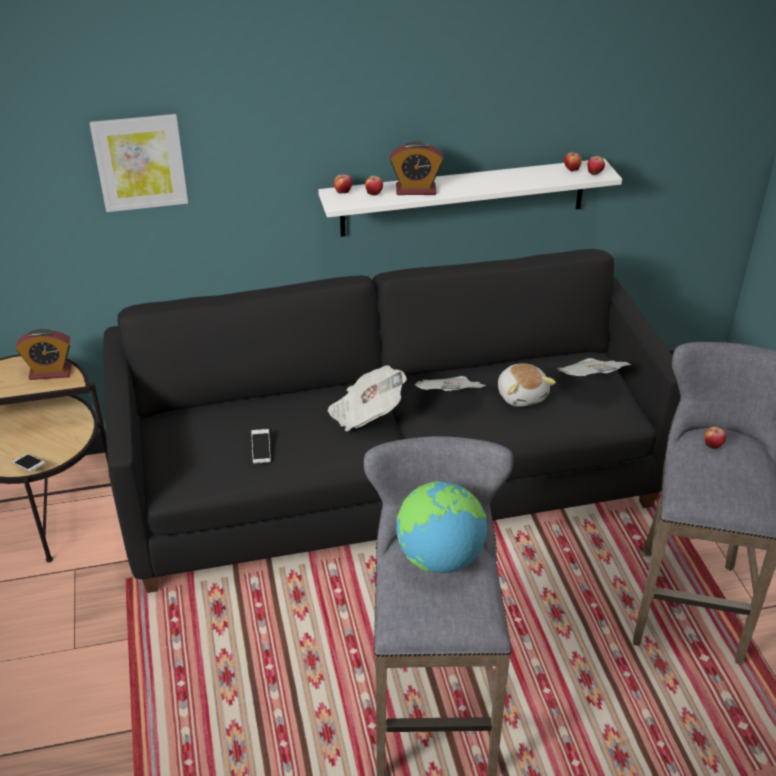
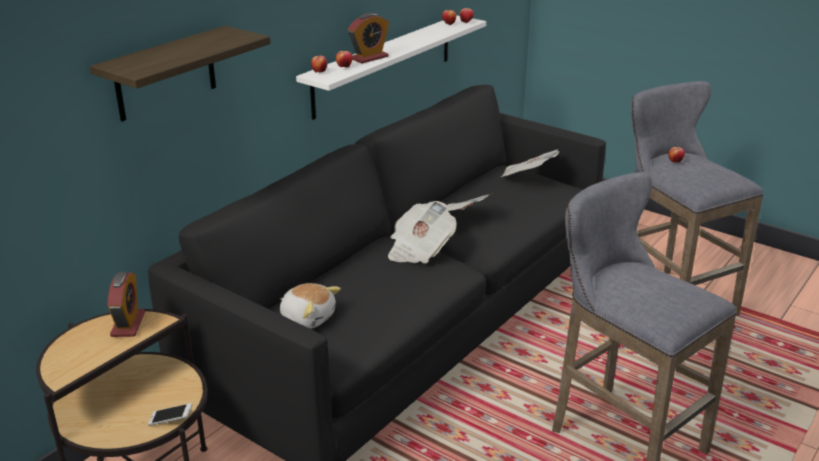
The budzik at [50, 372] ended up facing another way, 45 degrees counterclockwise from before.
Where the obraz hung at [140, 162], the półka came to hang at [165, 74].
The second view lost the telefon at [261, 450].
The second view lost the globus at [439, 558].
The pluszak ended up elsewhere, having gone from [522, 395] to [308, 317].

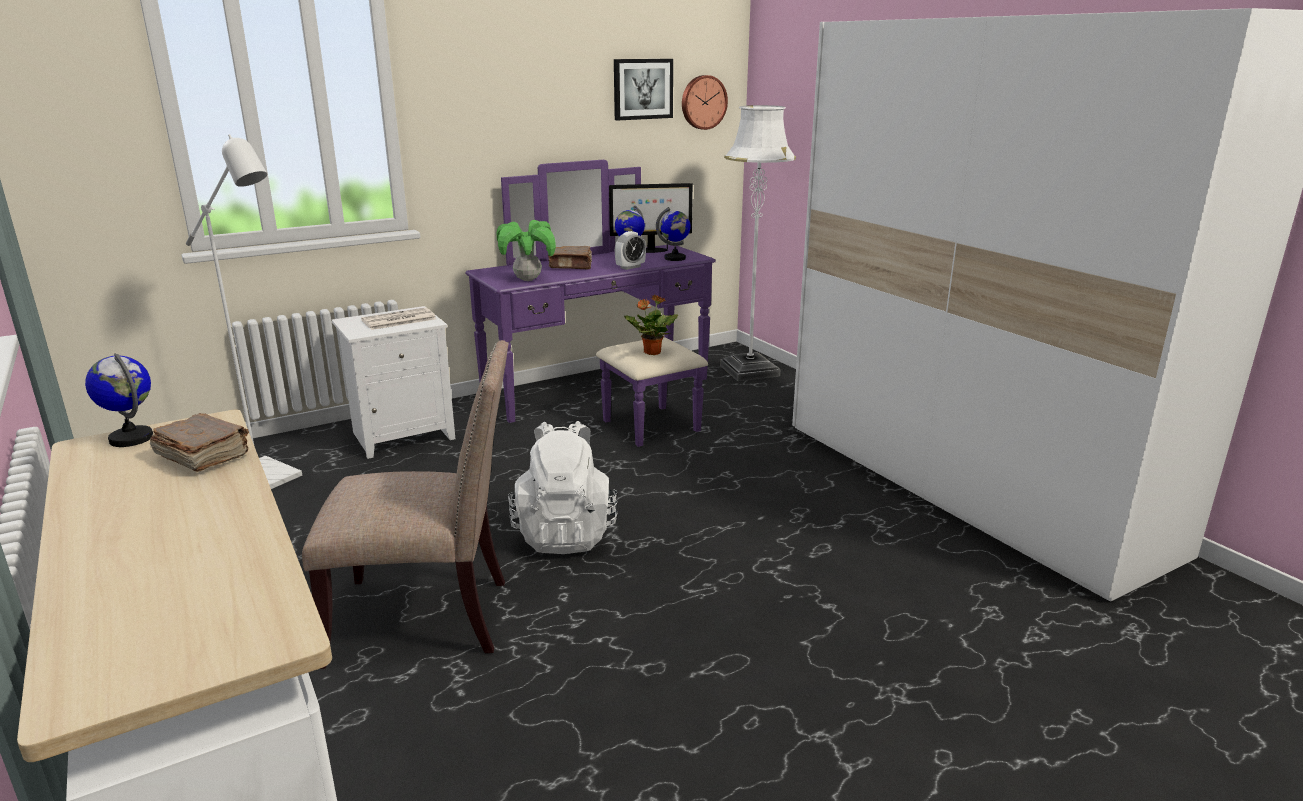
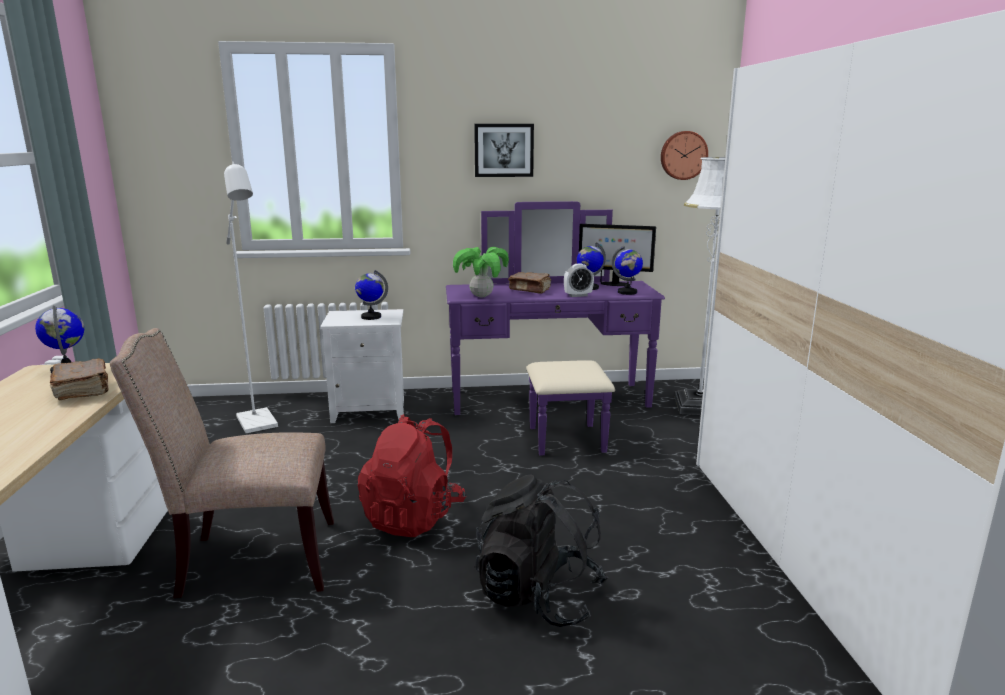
The krzesło [beżowy] at [429, 618] ended up facing another way, 150 degrees clockwise from before.
Where the gazeta stood at [398, 320], the globus came to stand at [371, 317].
What was the plecak [biały] at [565, 533] turned into the plecak [czerwony] at [413, 517].
The obraz ended up elsewhere, having gone from [642, 89] to [503, 150].
The second view lost the roślina doniczkowa at [651, 352].
The second view gained the plecak [czarny] at [538, 596].

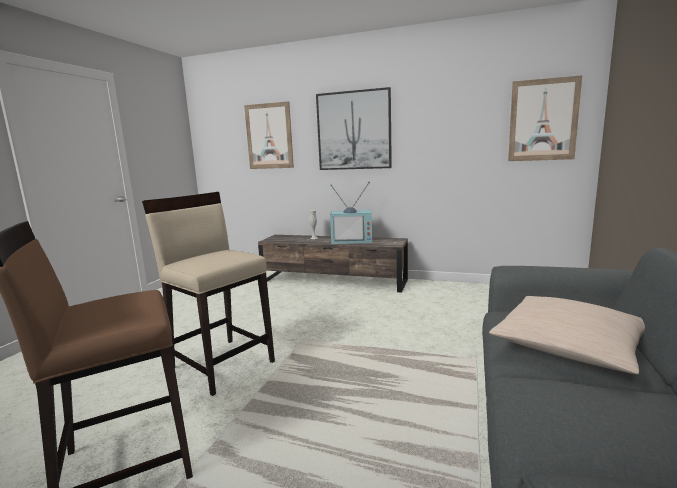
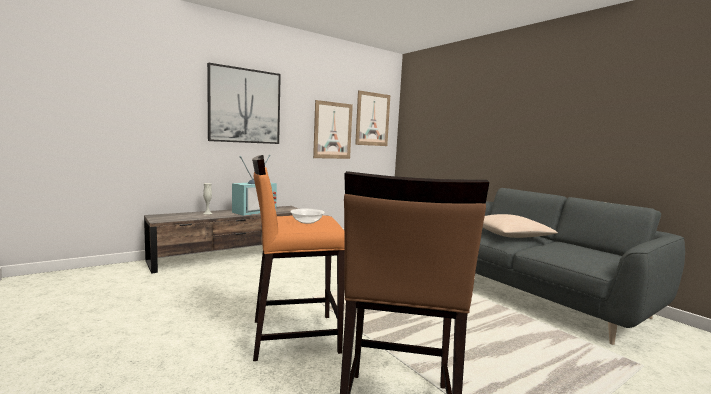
What was the stołek [beżowy] at [222, 364] turned into the stołek [pomarańczowy] at [294, 335].
The obraz ended up elsewhere, having gone from [269, 136] to [333, 130].
The second view gained the miska at [307, 222].

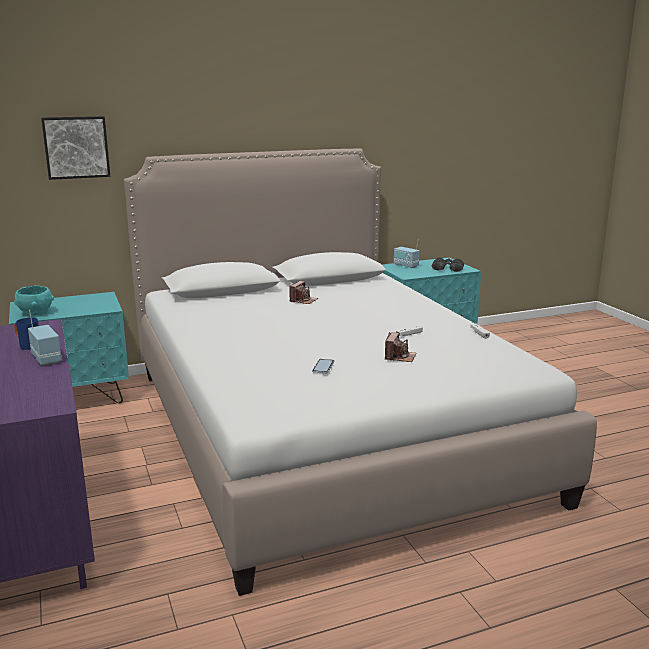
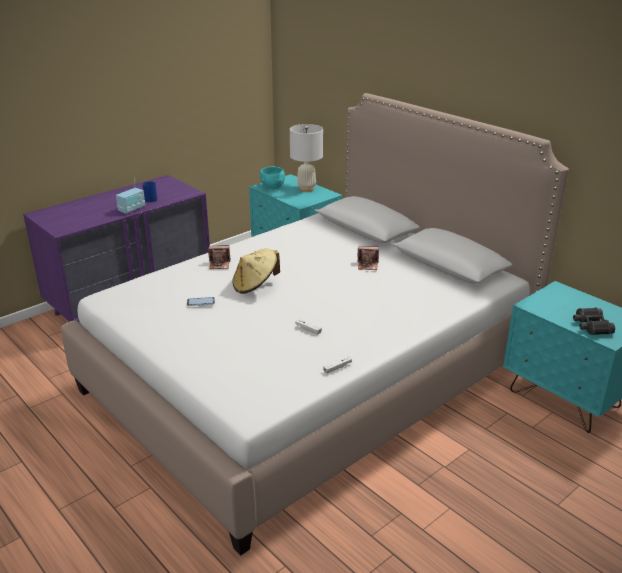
The second view lost the obraz at [76, 147].
The aparat fotograficzny ended up elsewhere, having gone from [399, 357] to [219, 264].
The second view lost the radio at [405, 265].
The second view gained the kapelusz [beżowy] at [255, 285].
The second view gained the lampa stołowa [biały] at [306, 189].

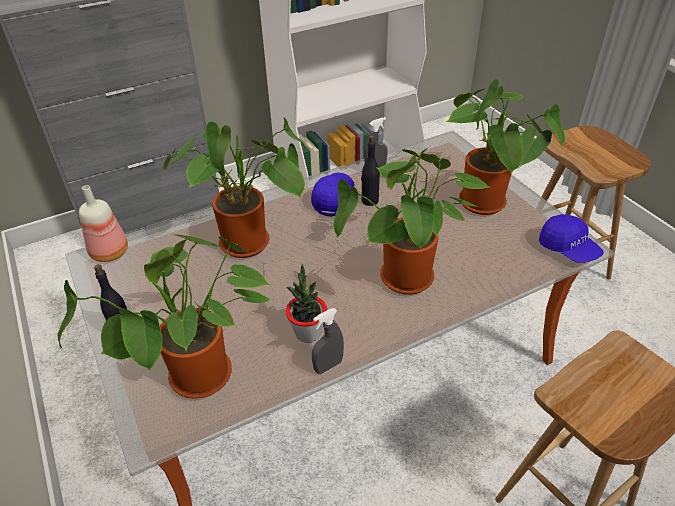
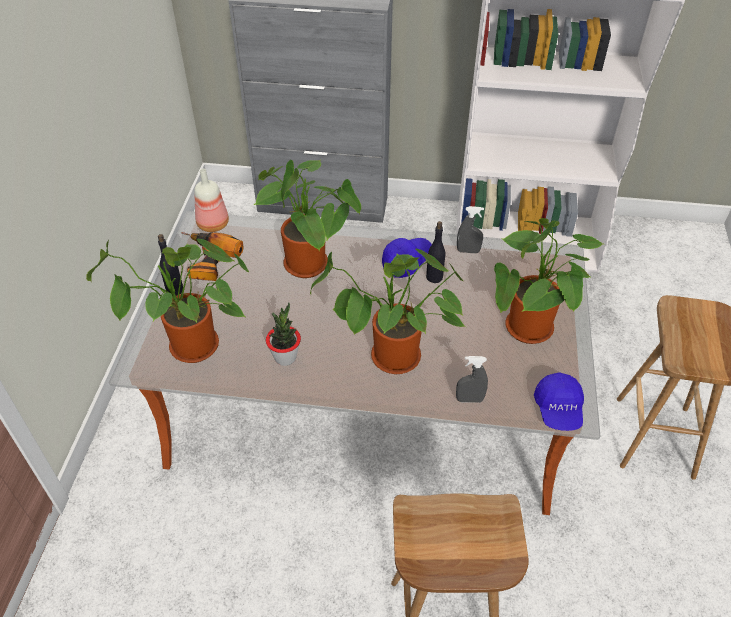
The spryskiwacz [szary] ended up elsewhere, having gone from [328, 366] to [469, 399].
The second view gained the wiertarka at [207, 261].

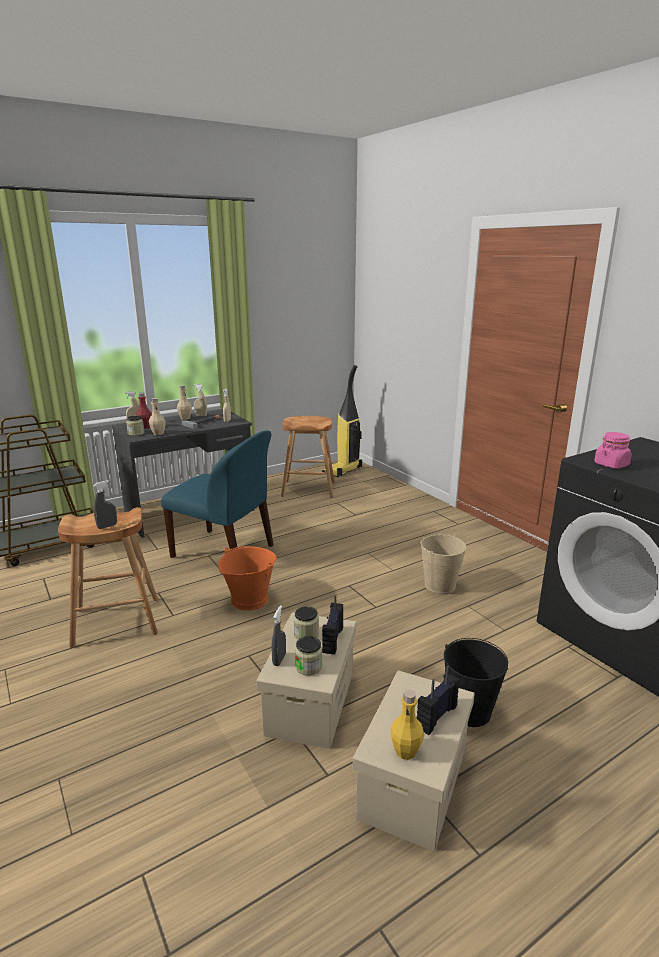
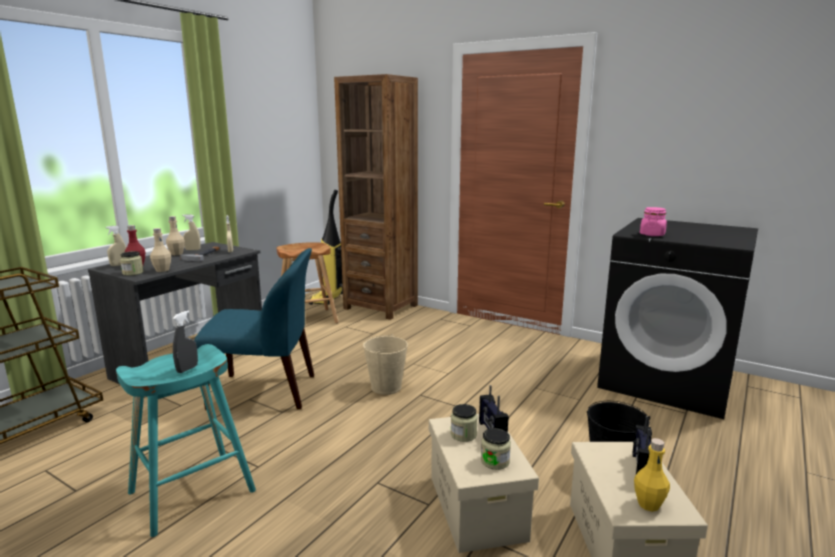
What was the stołek [brązowy] at [117, 622] turned into the stołek [turkusowy] at [192, 492].
The second view lost the wiadro [pomarańczowy] at [249, 599].
The second view lost the spryskiwacz [szary] at [279, 659].
The wiadro [beżowy] ended up elsewhere, having gone from [440, 586] to [386, 387].
The second view gained the regał [brązowy] at [381, 307].

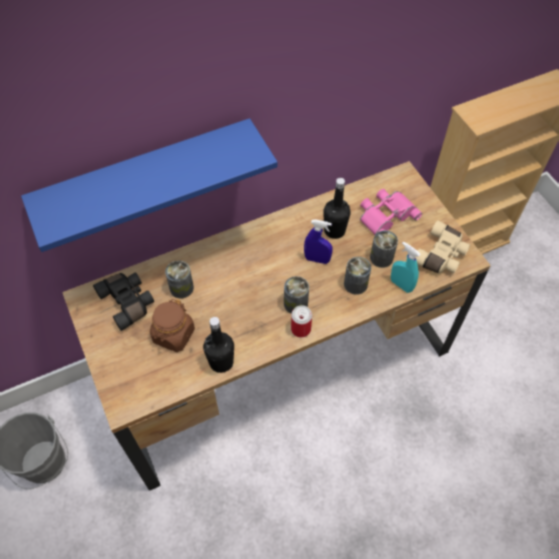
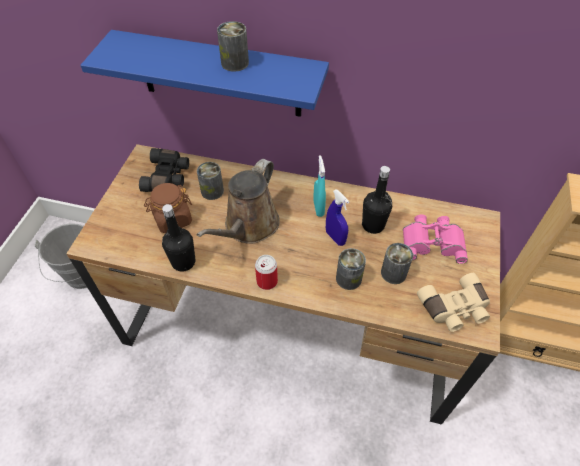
The puszka ended up elsewhere, having gone from [295, 303] to [235, 63].
The spryskiwacz [turkusowy] ended up elsewhere, having gone from [401, 285] to [318, 208].
The second view gained the konewka [brązowy] at [248, 226].

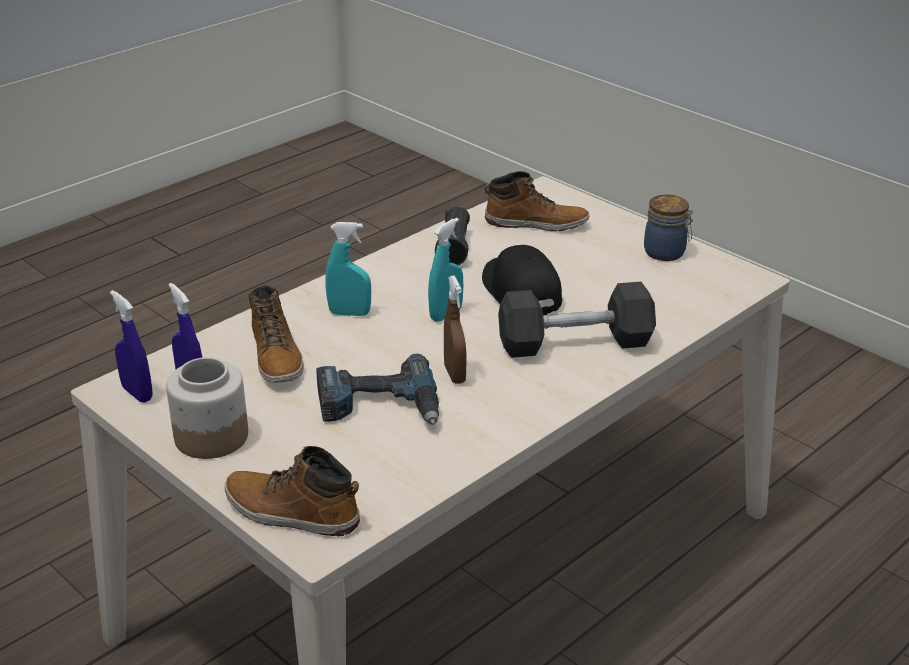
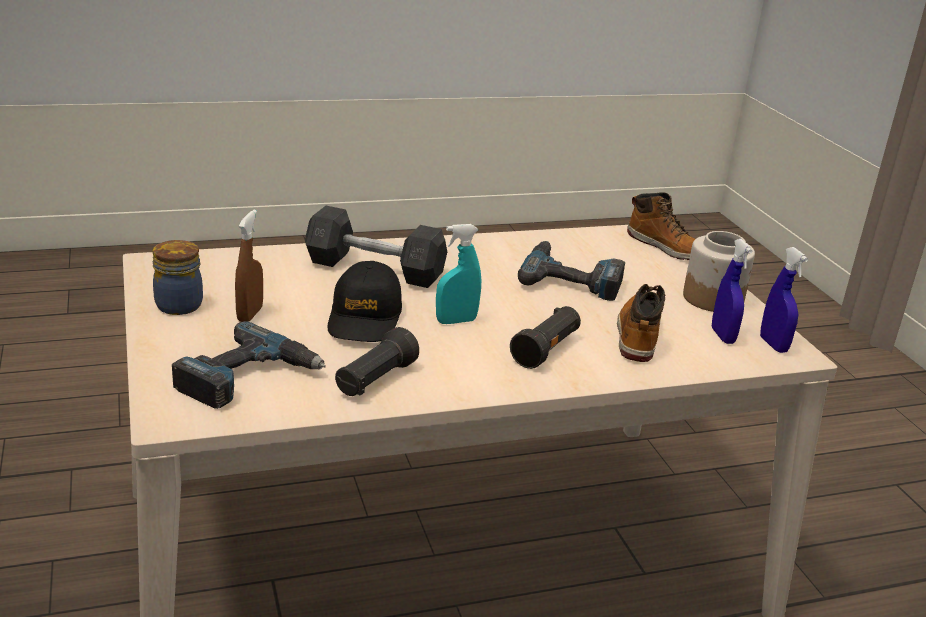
Where the spryskiwacz [turkusowy] stood at [349, 313], the latarka [czarny] came to stand at [546, 350].
The spryskiwacz [brązowy] ended up elsewhere, having gone from [454, 374] to [250, 314].
Where the but z cholewką stood at [536, 223], the wiertarka came to stand at [248, 378].

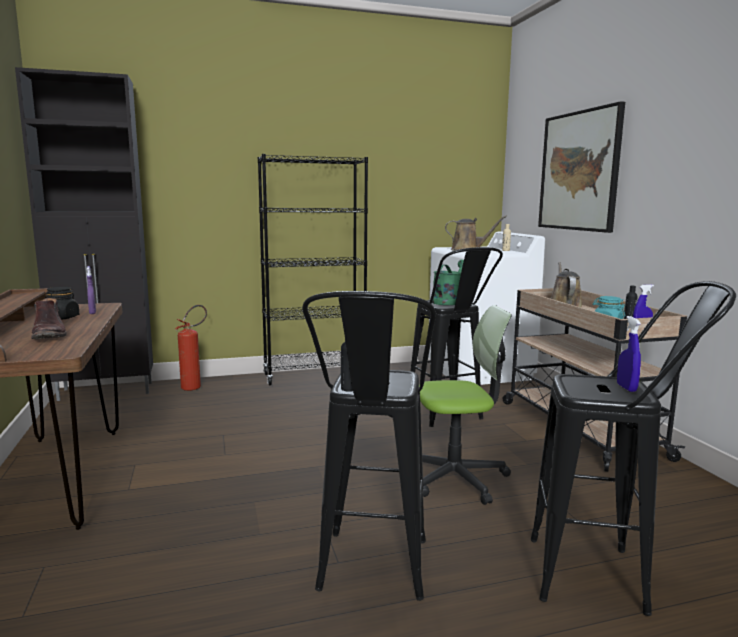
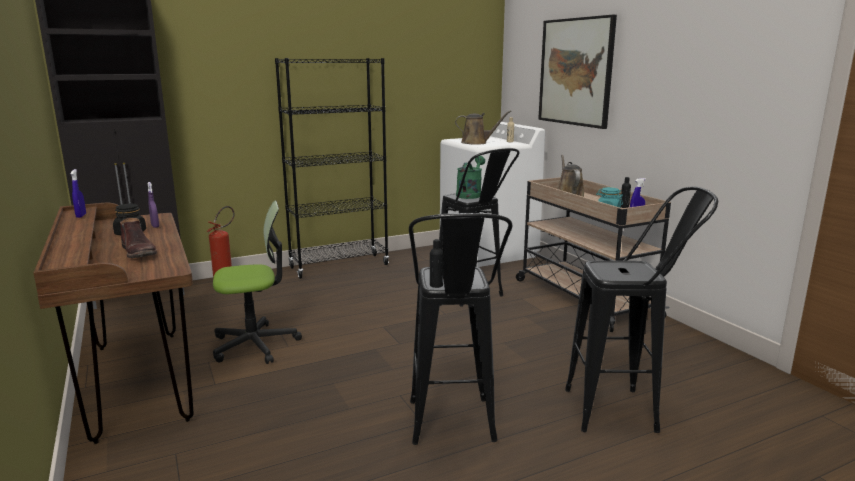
The krzesło biurowe ended up elsewhere, having gone from [456, 477] to [255, 344].
The spryskiwacz [niebieski] ended up elsewhere, having gone from [626, 388] to [81, 216].

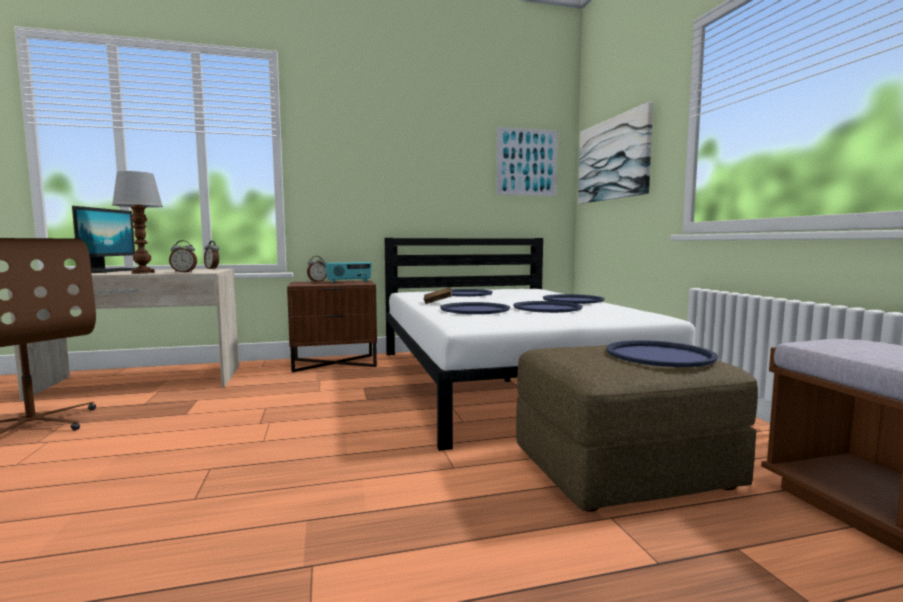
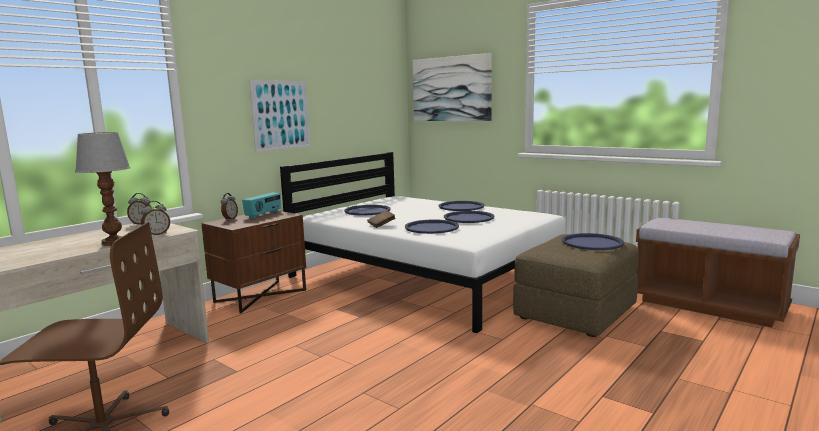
The second view lost the monitor at [108, 271].
The obraz ended up elsewhere, having gone from [527, 162] to [281, 115].

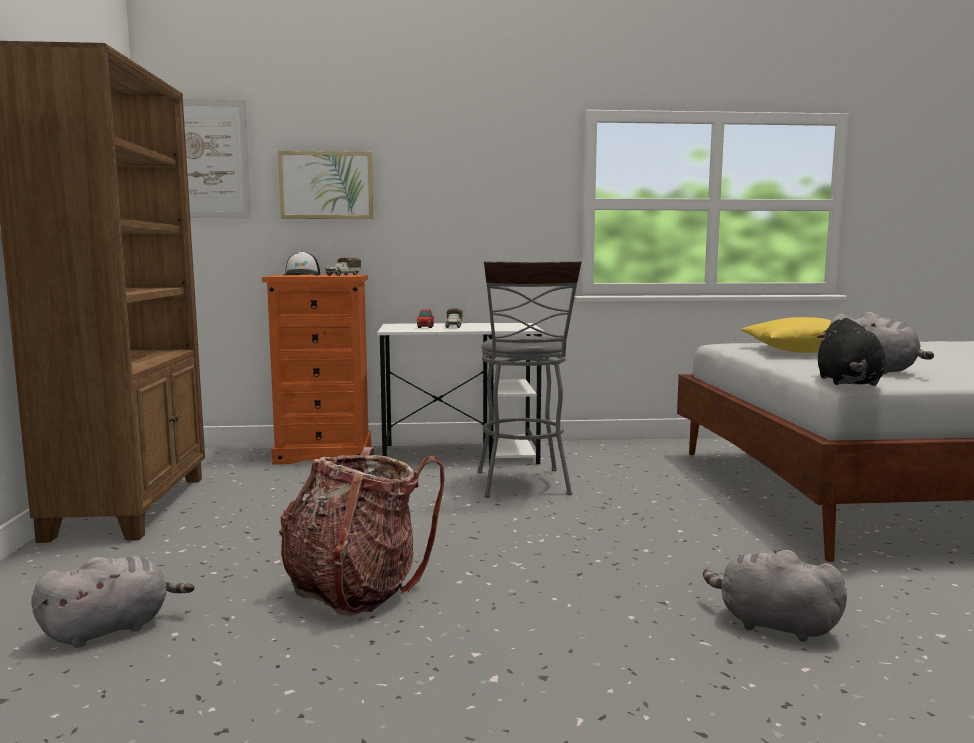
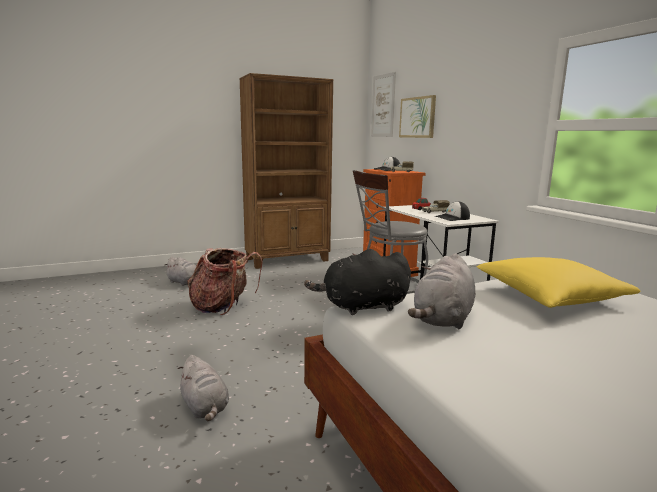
The pluszak [szary] at [772, 624] ended up facing another way, 135 degrees clockwise from before.
The second view gained the czapka z daszkiem at [452, 218].

